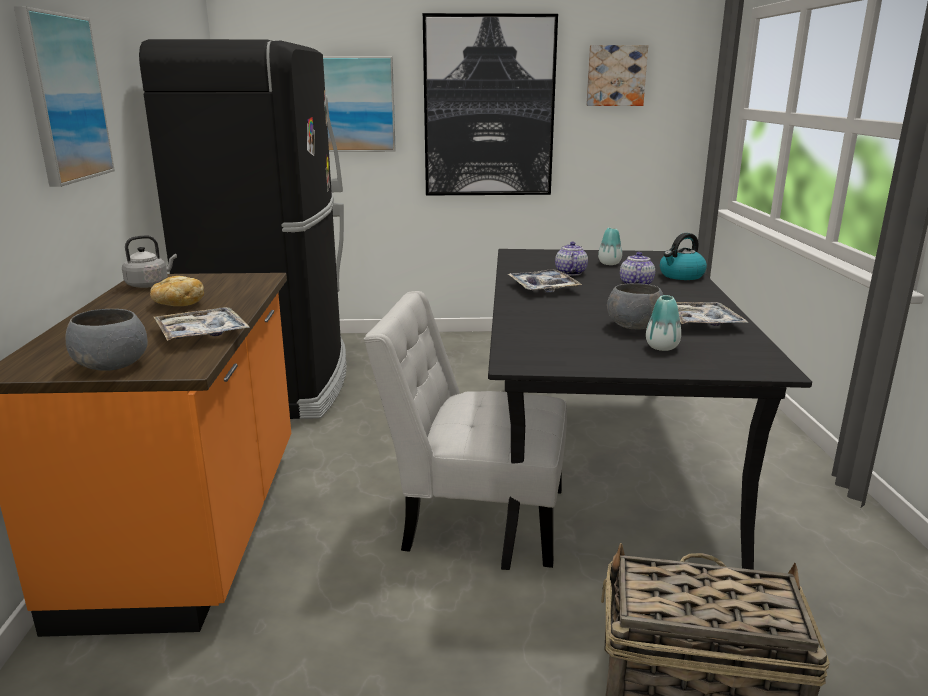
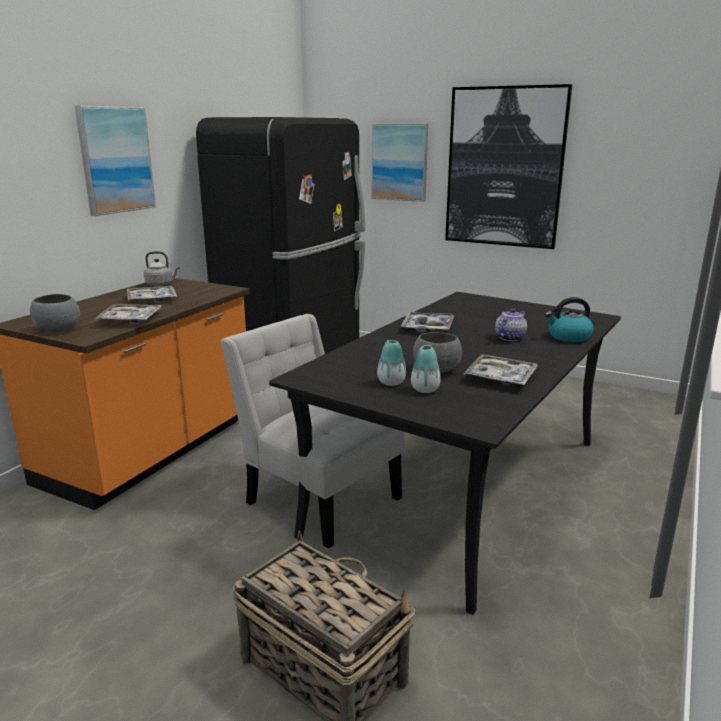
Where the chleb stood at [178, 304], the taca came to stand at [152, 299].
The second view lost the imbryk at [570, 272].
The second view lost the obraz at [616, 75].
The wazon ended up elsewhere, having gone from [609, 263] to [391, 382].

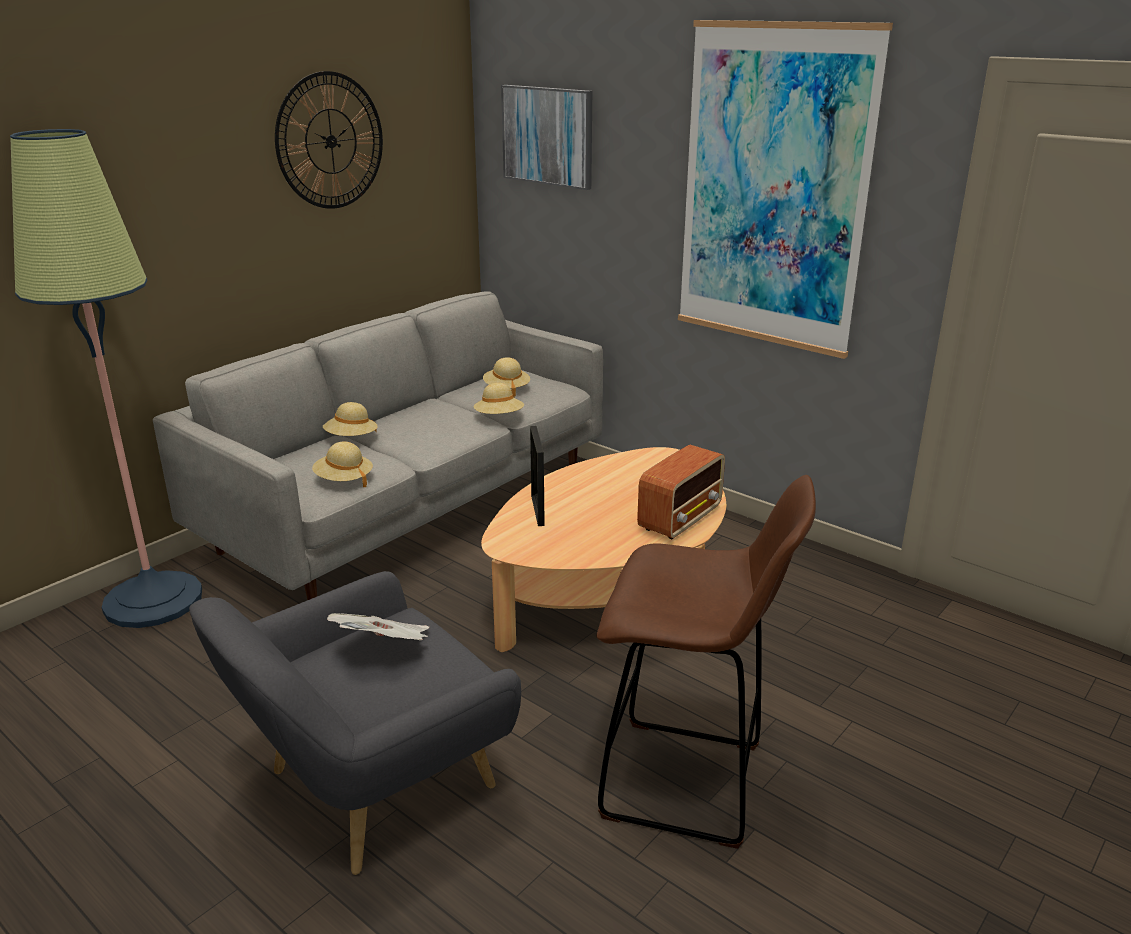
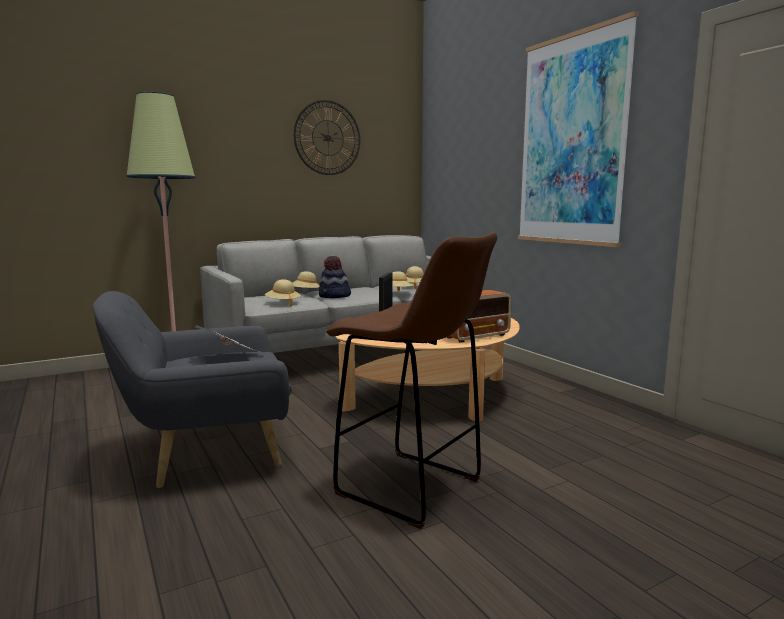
The second view lost the obraz at [548, 136].
The second view gained the kapelusz at [334, 296].

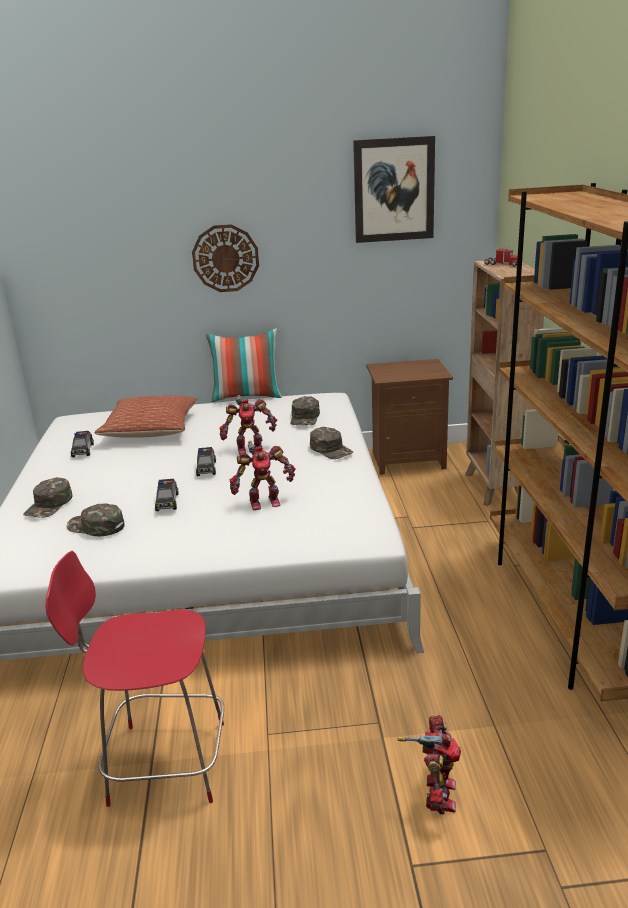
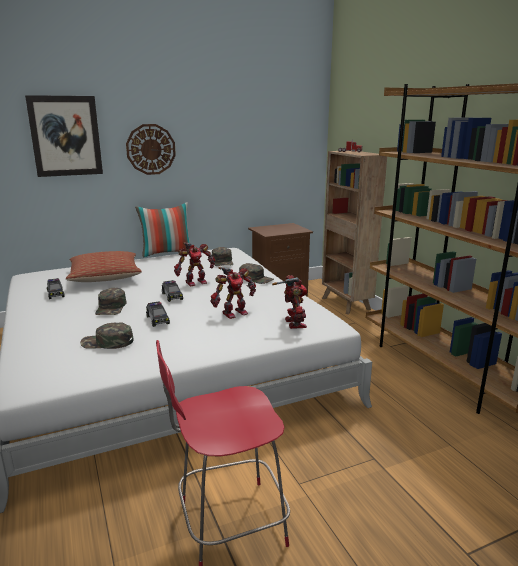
The czapka z daszkiem [zielony] ended up elsewhere, having gone from [49, 505] to [111, 307].
The obraz ended up elsewhere, having gone from [394, 190] to [65, 136].
The robot zabawkowy ended up elsewhere, having gone from [436, 794] to [293, 323].

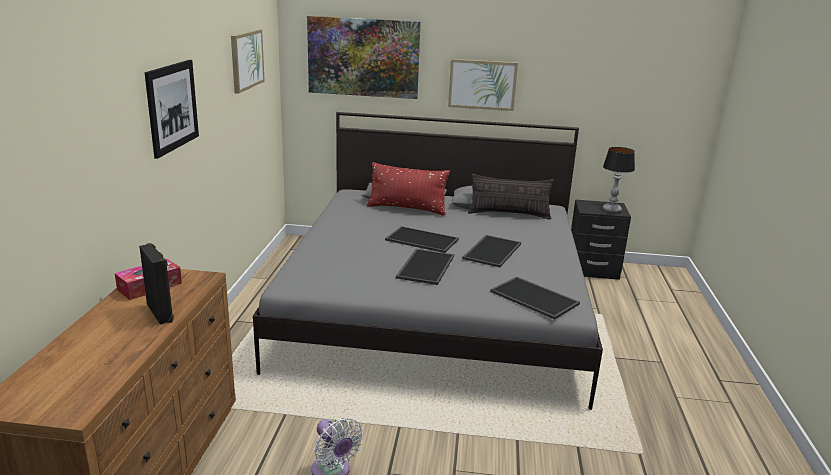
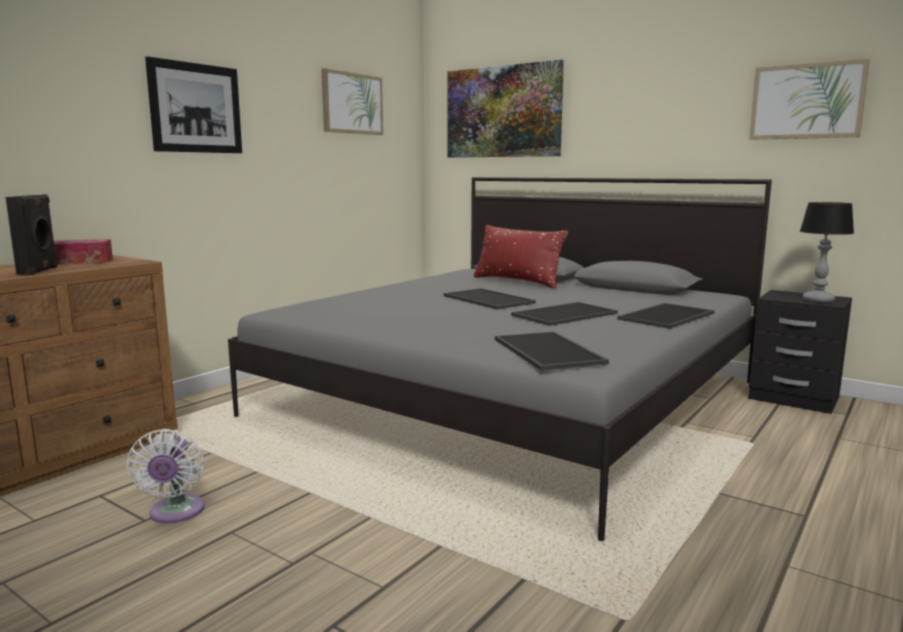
The taca ended up elsewhere, having gone from [425, 266] to [665, 316].
The obraz ended up elsewhere, having gone from [482, 84] to [807, 101].
The second view lost the poduszka at [509, 214].

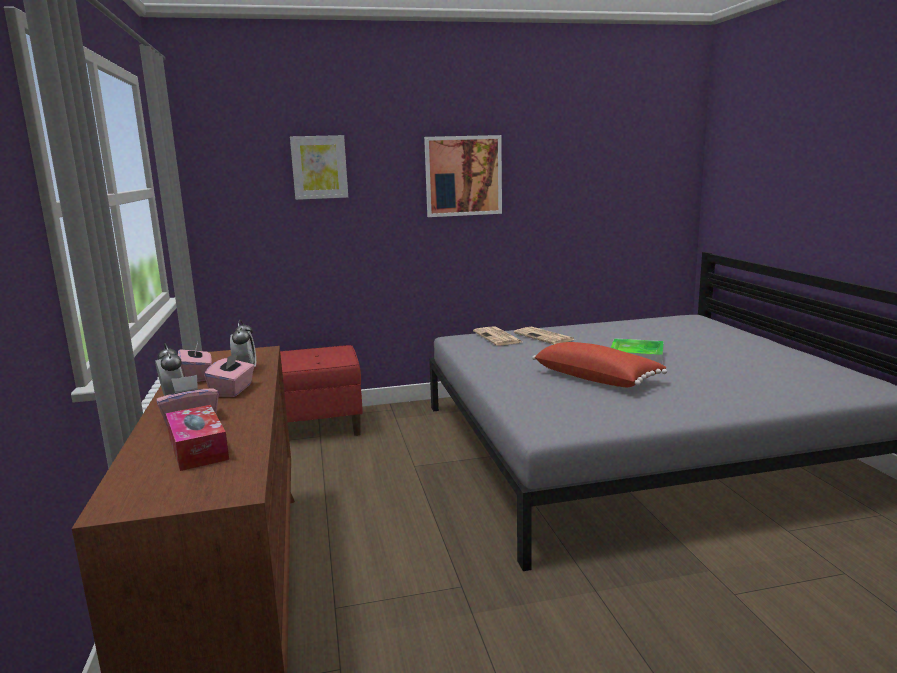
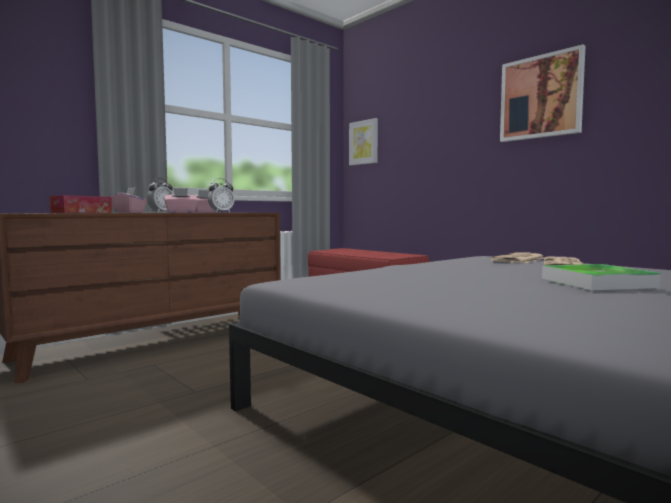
The obraz ended up elsewhere, having gone from [319, 167] to [364, 142].
The second view lost the poduszka [czerwony] at [597, 378].

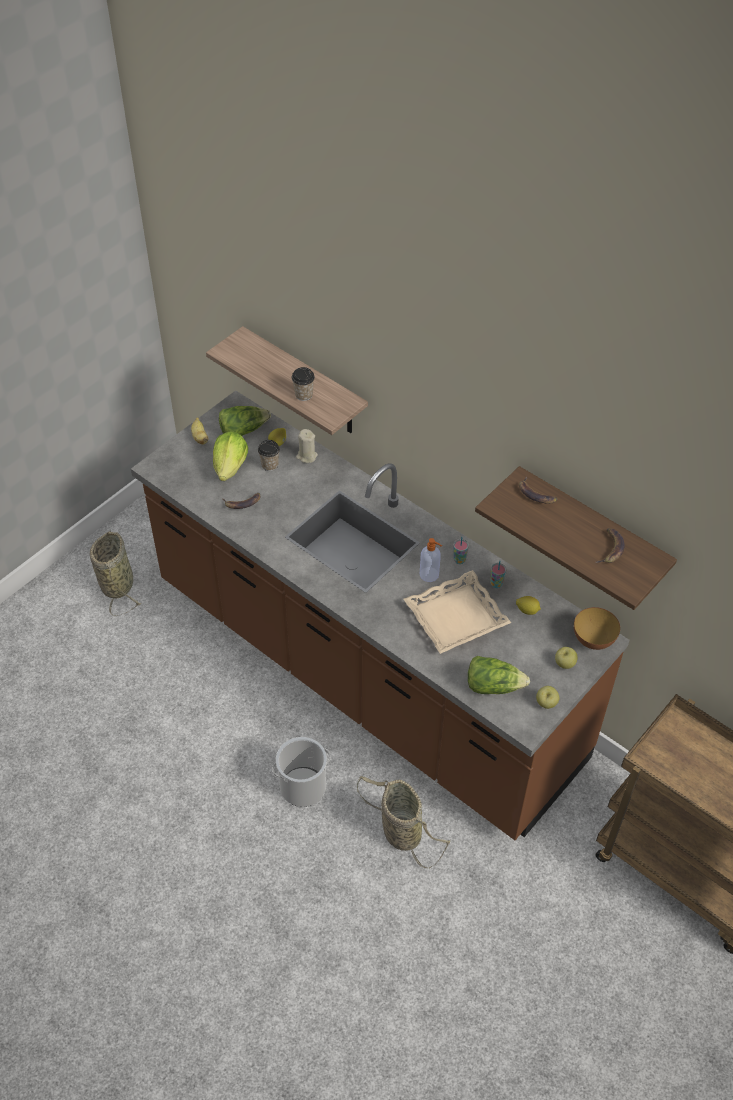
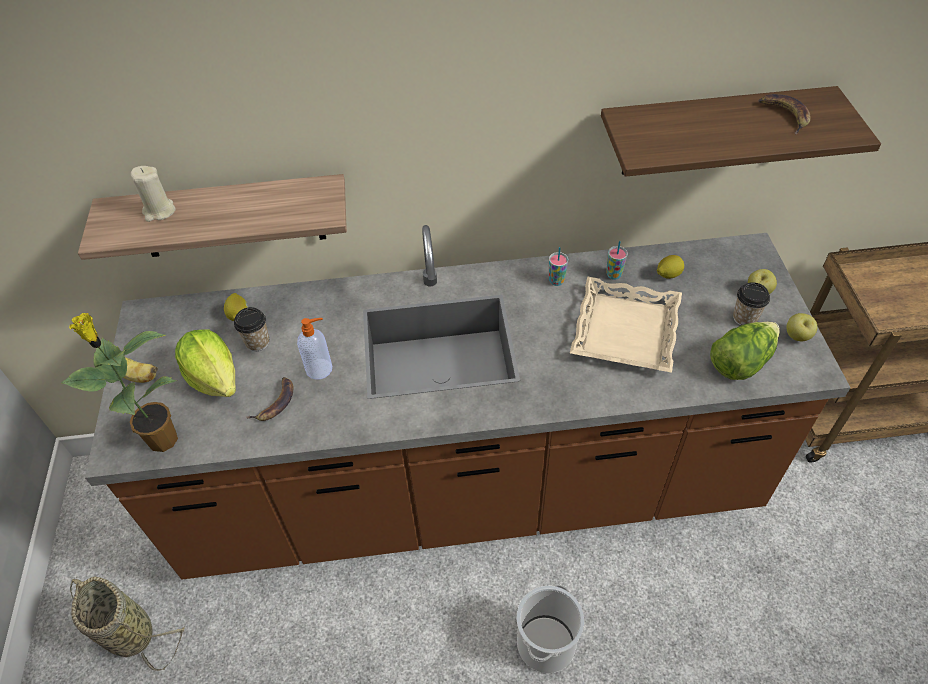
The second view lost the sałata at [243, 430].
The filiżanka ended up elsewhere, having gone from [303, 395] to [744, 318].
The świeca [beżowy] ended up elsewhere, having gone from [306, 456] to [159, 211].
The second view lost the koszyk at [399, 830].
The dozownik mydła ended up elsewhere, having gone from [429, 575] to [320, 369].
The second view lost the banan at [536, 494].
The second view lost the miska at [593, 640].
The second view gained the roślina doniczkowa at [161, 439].

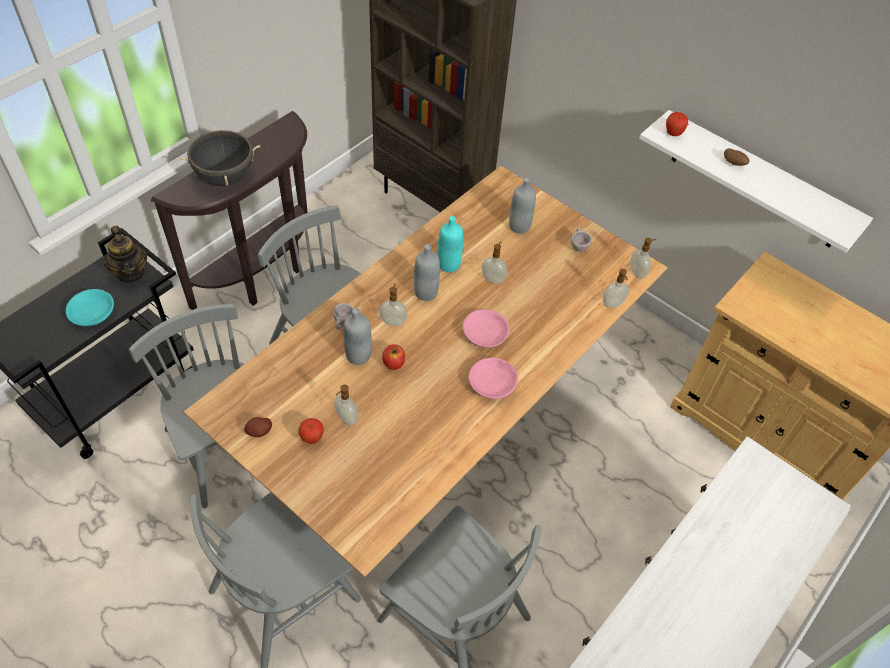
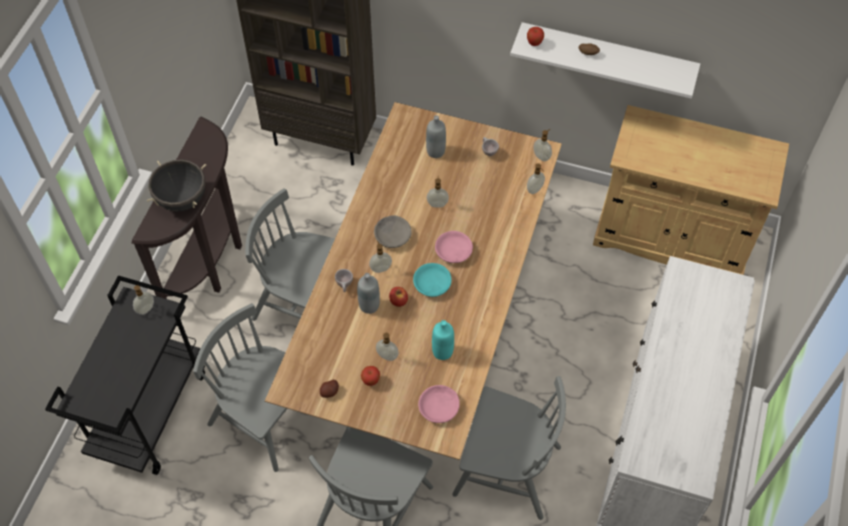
The miska [turkusowy] ended up elsewhere, having gone from [92, 313] to [432, 284].
Where the imbryk stood at [131, 273], the dozownik mydła came to stand at [146, 309].
Where the butelka [szary] stood at [426, 292], the miska [szary] came to stand at [392, 235].
The butelka [turkusowy] ended up elsewhere, having gone from [449, 264] to [442, 351].
The miska [różowy] ended up elsewhere, having gone from [493, 383] to [439, 407].

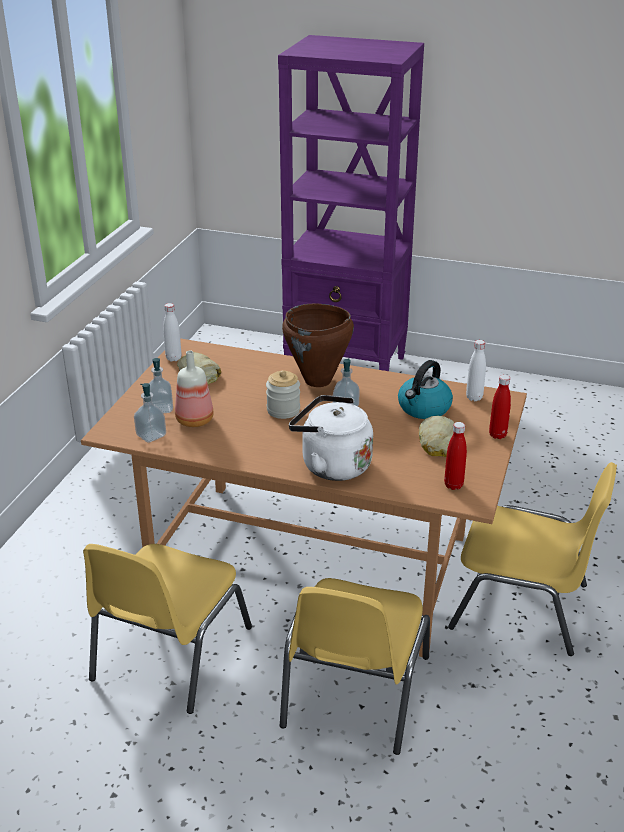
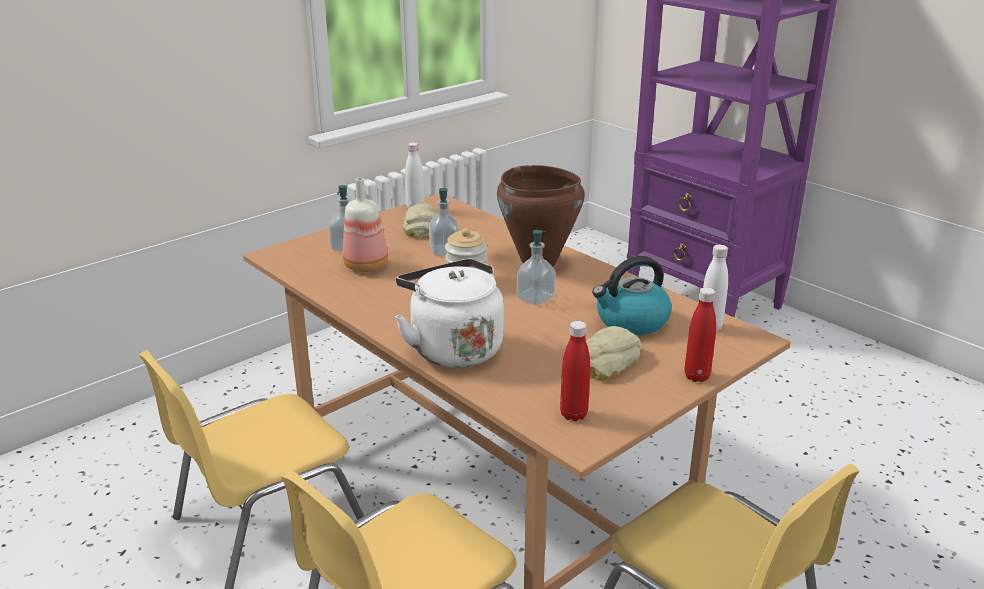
The dozownik mydła ended up elsewhere, having gone from [151, 435] to [444, 251].

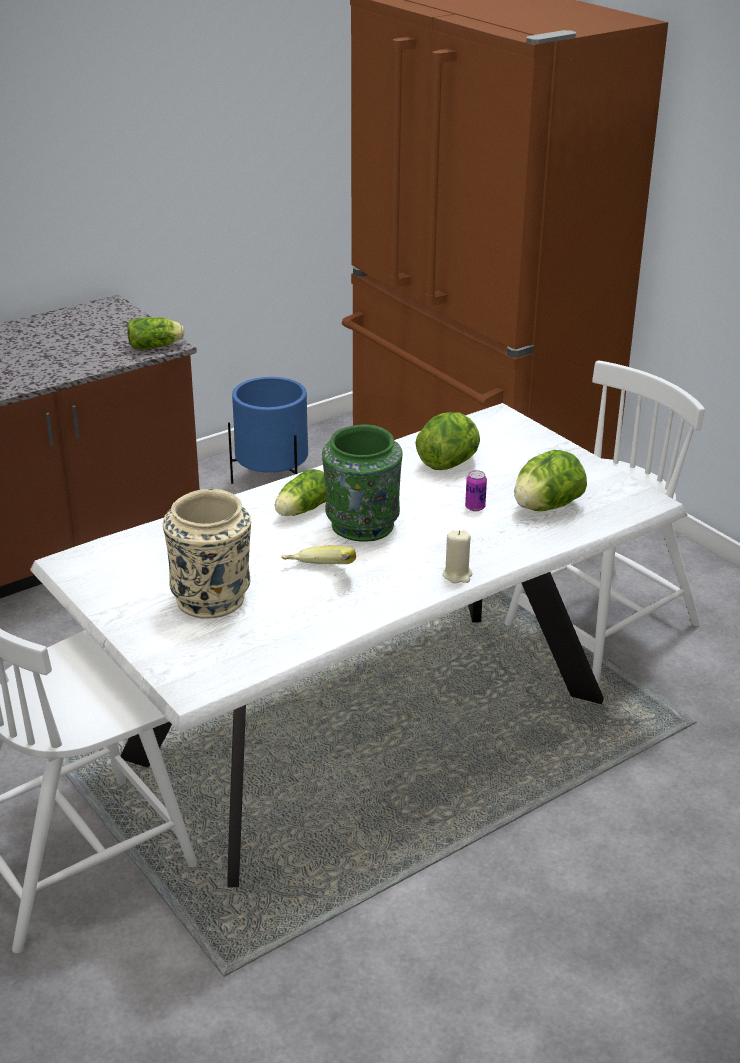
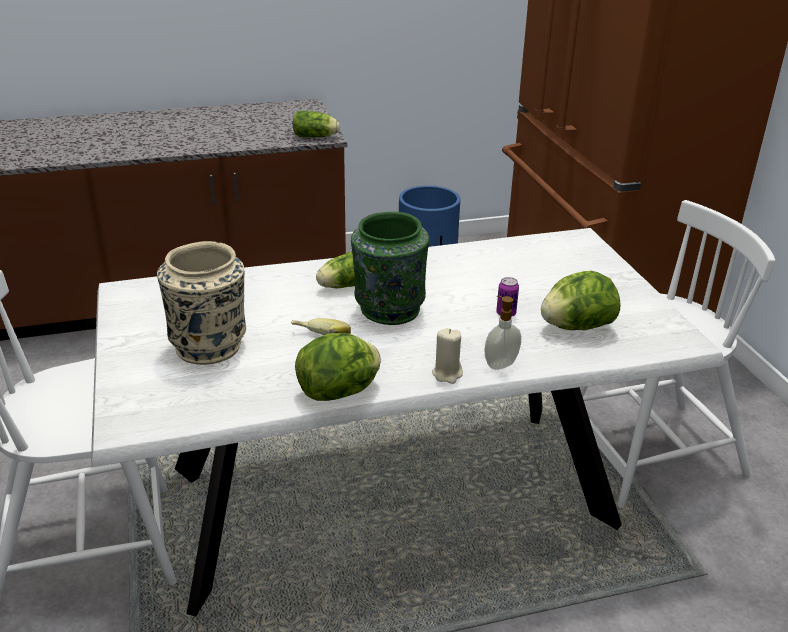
The sałata ended up elsewhere, having gone from [449, 463] to [339, 392].
The second view gained the dozownik mydła at [500, 364].

